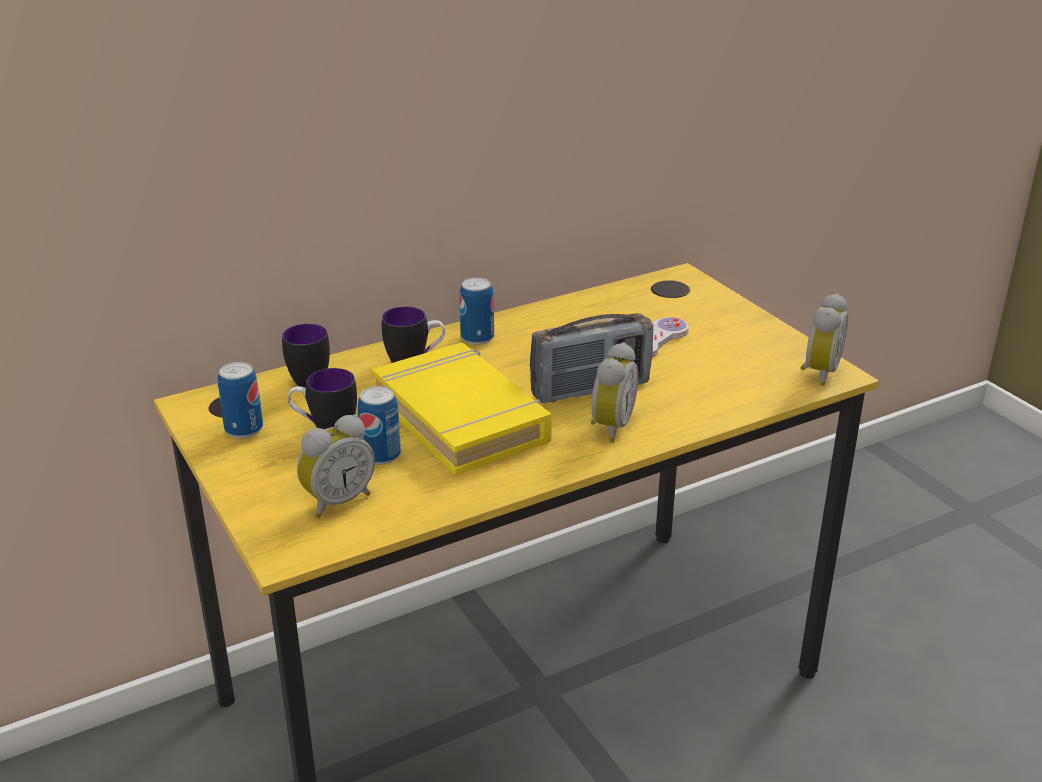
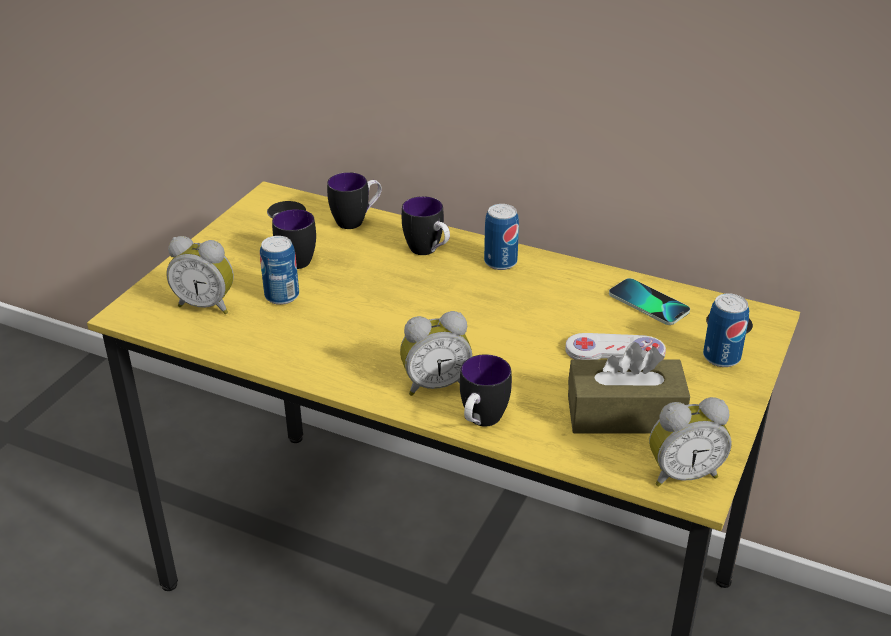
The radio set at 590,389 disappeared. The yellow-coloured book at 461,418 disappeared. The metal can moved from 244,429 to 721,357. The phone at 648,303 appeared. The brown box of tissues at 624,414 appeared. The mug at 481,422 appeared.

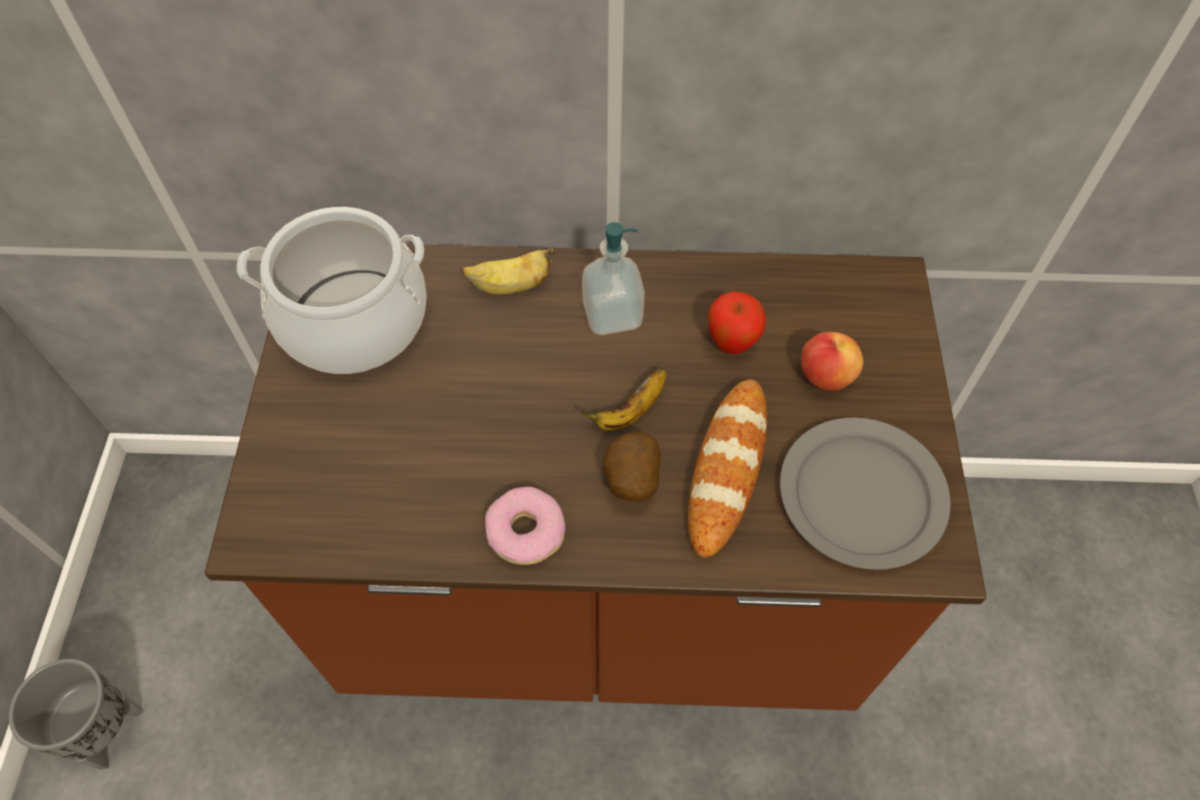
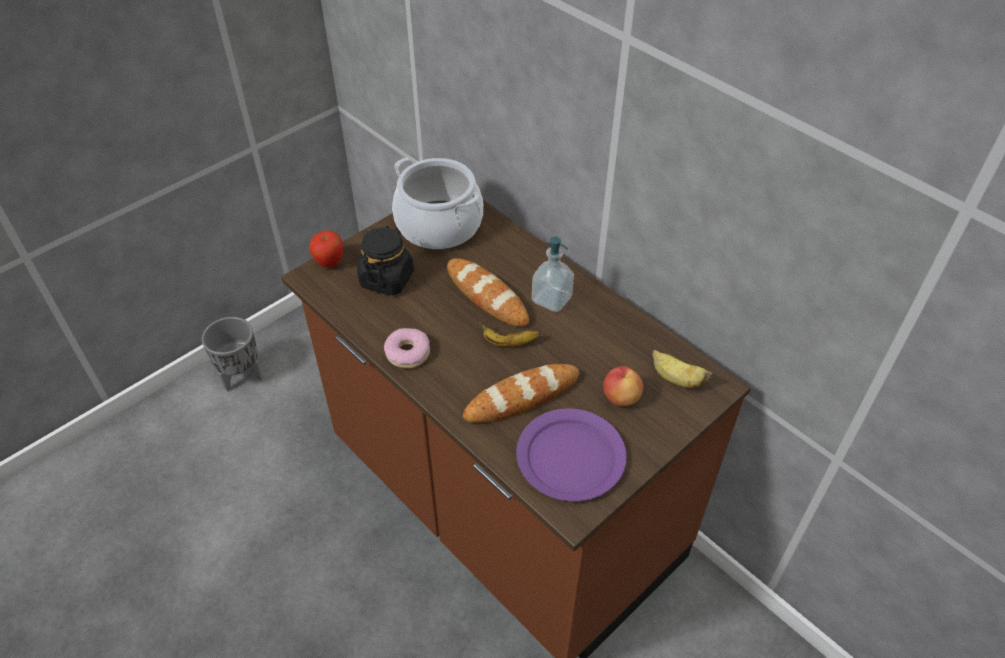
The banana fruit moved from 511,286 to 676,379. The apple fruit moved from 731,343 to 329,263. The greyish dinner plate at 861,494 became the purple-coloured dinner plate at 571,456. The potato at 630,482 disappeared. The blackish storage jar at 387,279 appeared. The bread at 487,296 appeared.

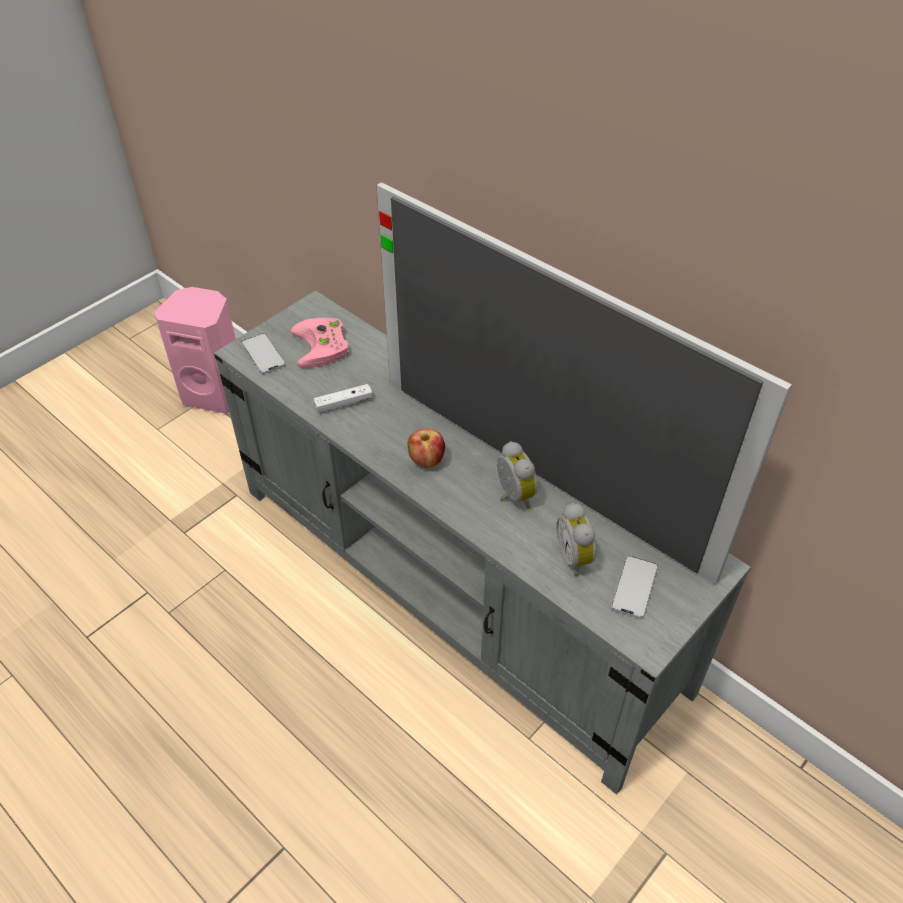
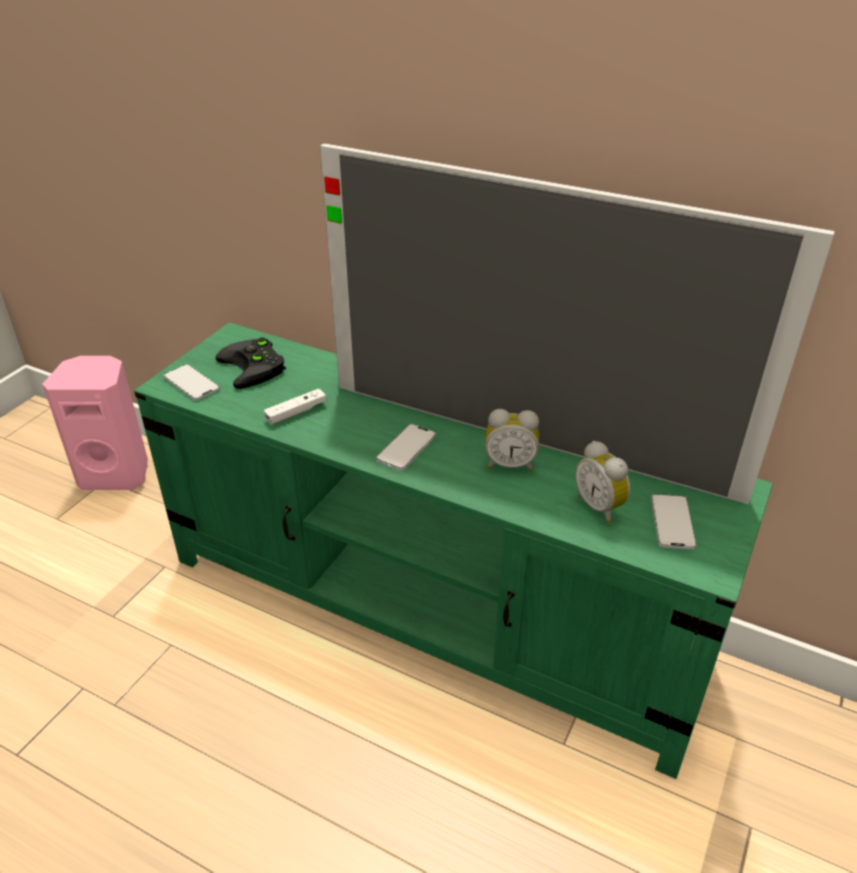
The greyish media console at 455,587 became the green-coloured media console at 432,609. The pink gamepad at 323,347 became the blackish gamepad at 255,367. The apple fruit at 426,460 was replaced by the phone at 406,448. The table clock at 512,496 turned 135 degrees clockwise.

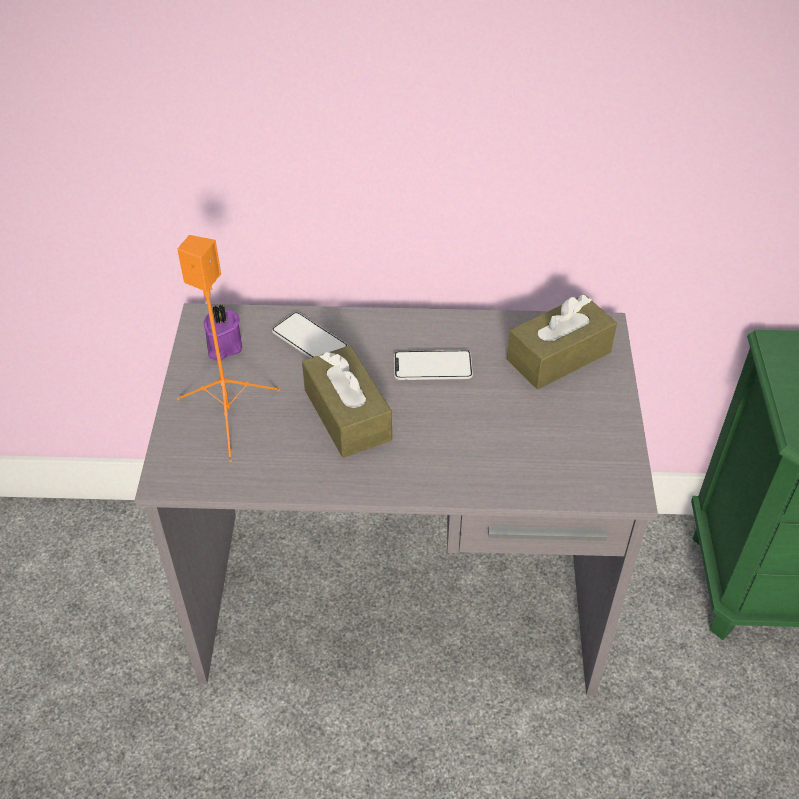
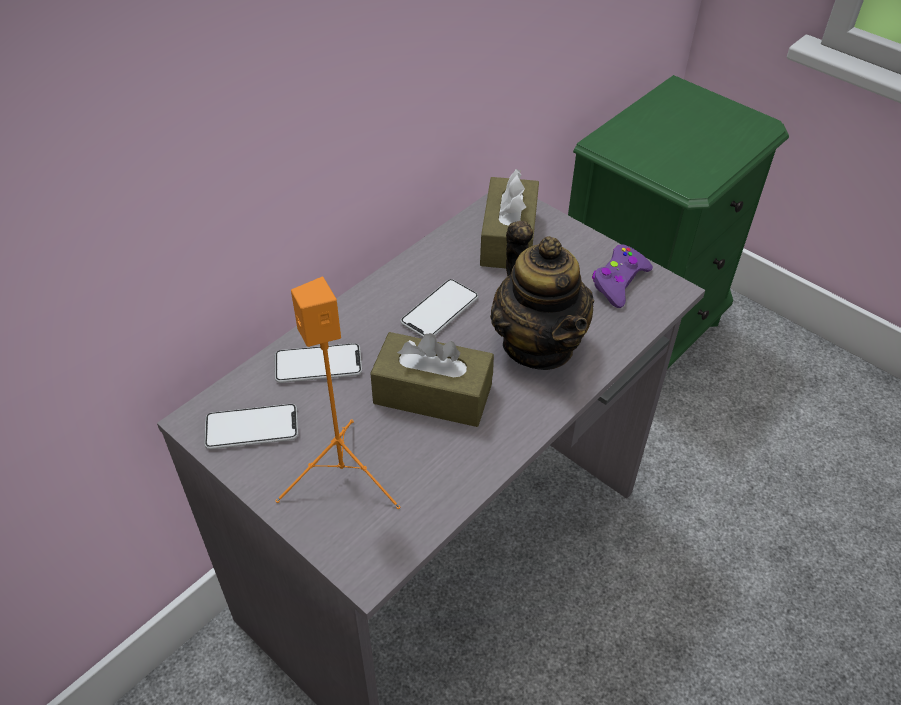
The purple-coloured wax light at 223,346 was replaced by the phone at 252,428. The pot for tea at 538,345 appeared. The purple-coloured gamepad at 619,282 appeared.

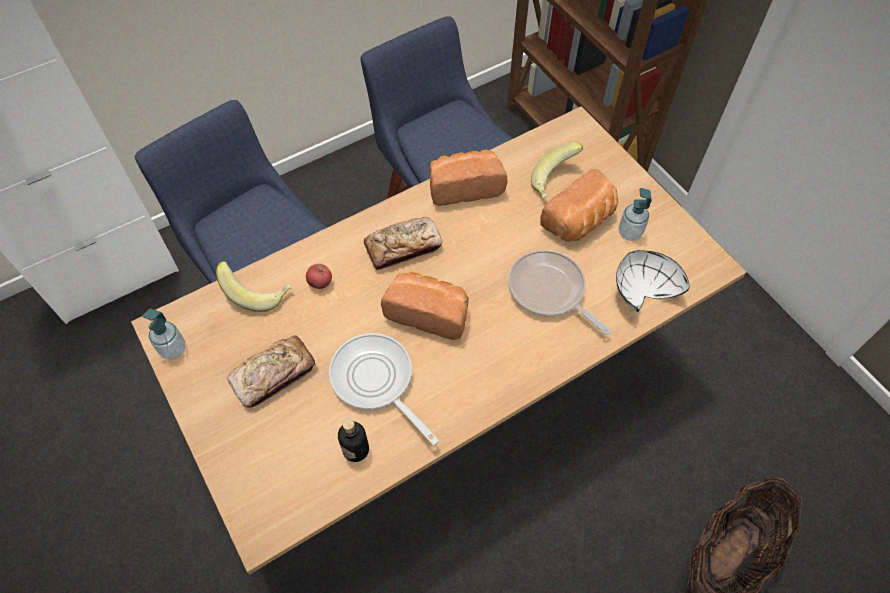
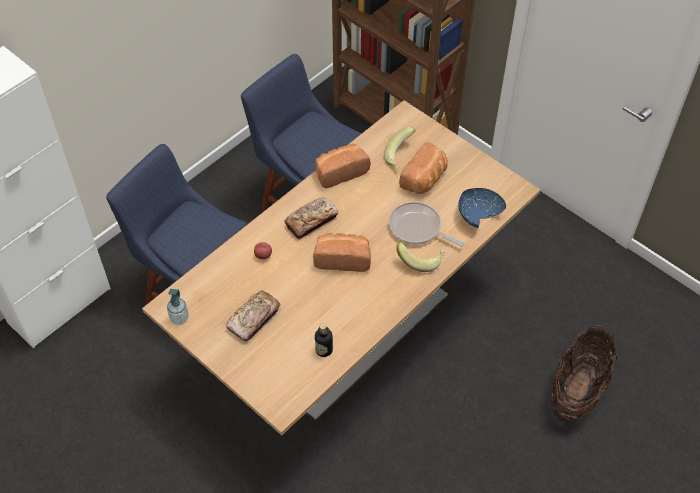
The soap dispenser at 629,233 disappeared. The white-coloured bowl at 640,291 became the bluish bowl at 476,215. The banana fruit moved from 258,292 to 420,260. The pan at 376,381 disappeared.

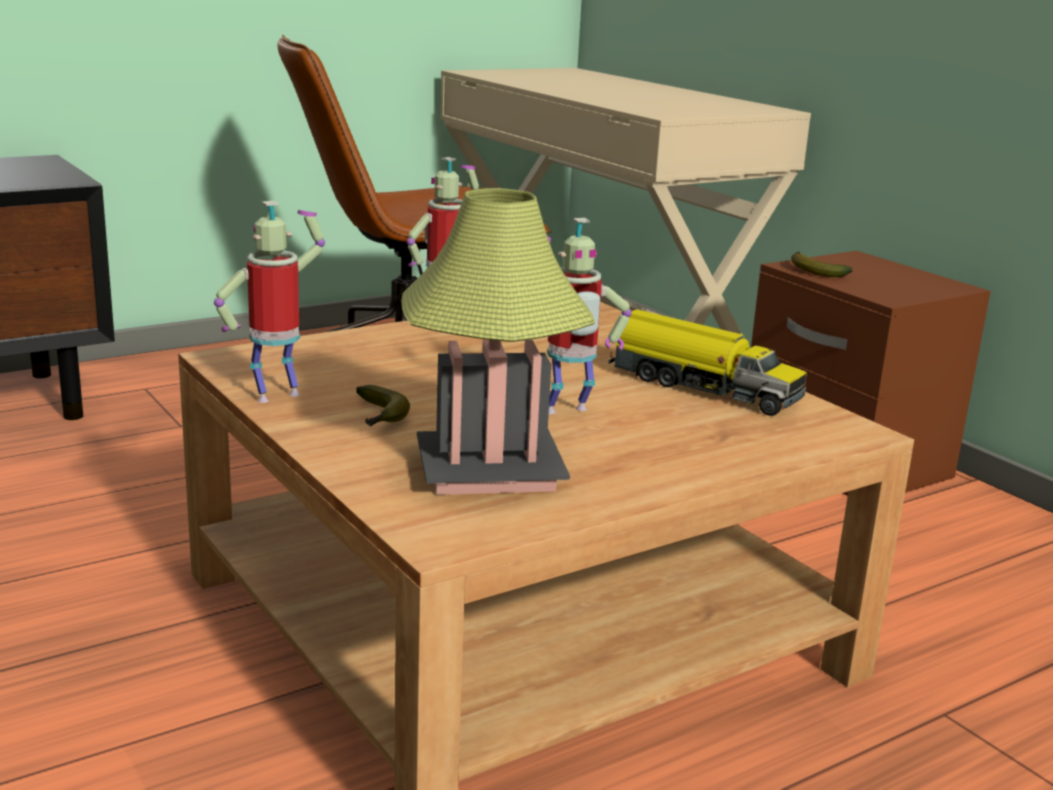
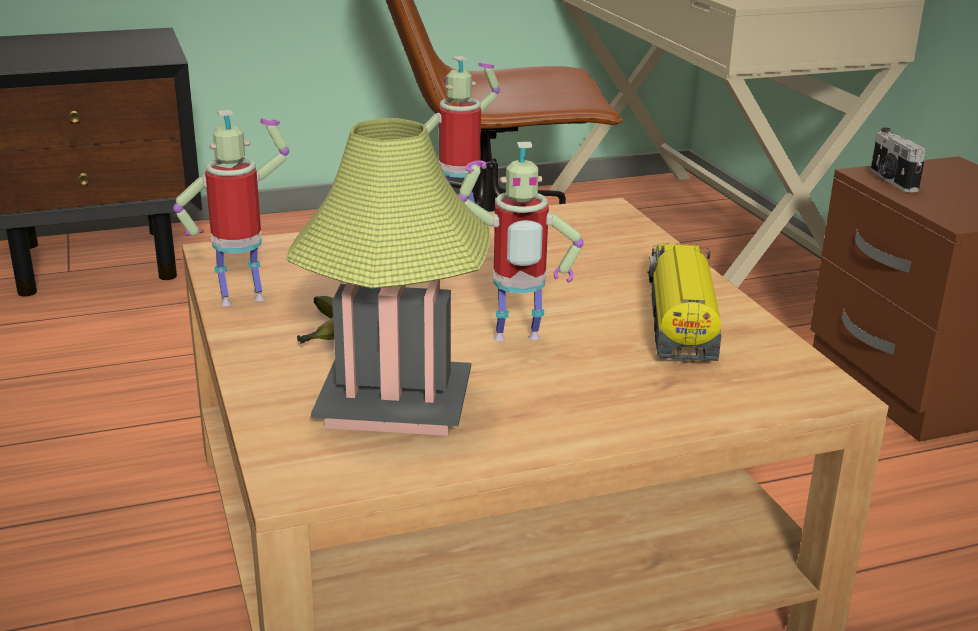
The banana fruit at 814,270 was replaced by the still camera at 891,180. The model truck at 701,387 turned 135 degrees counterclockwise.

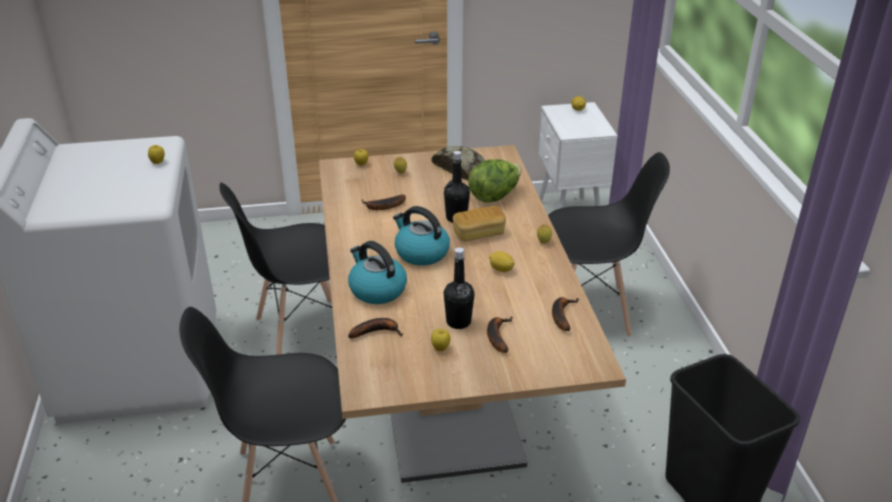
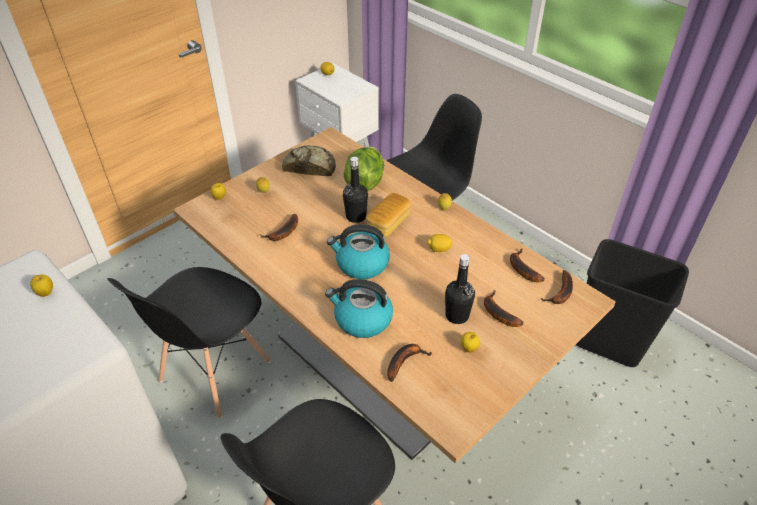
The banana fruit at 561,293 appeared.

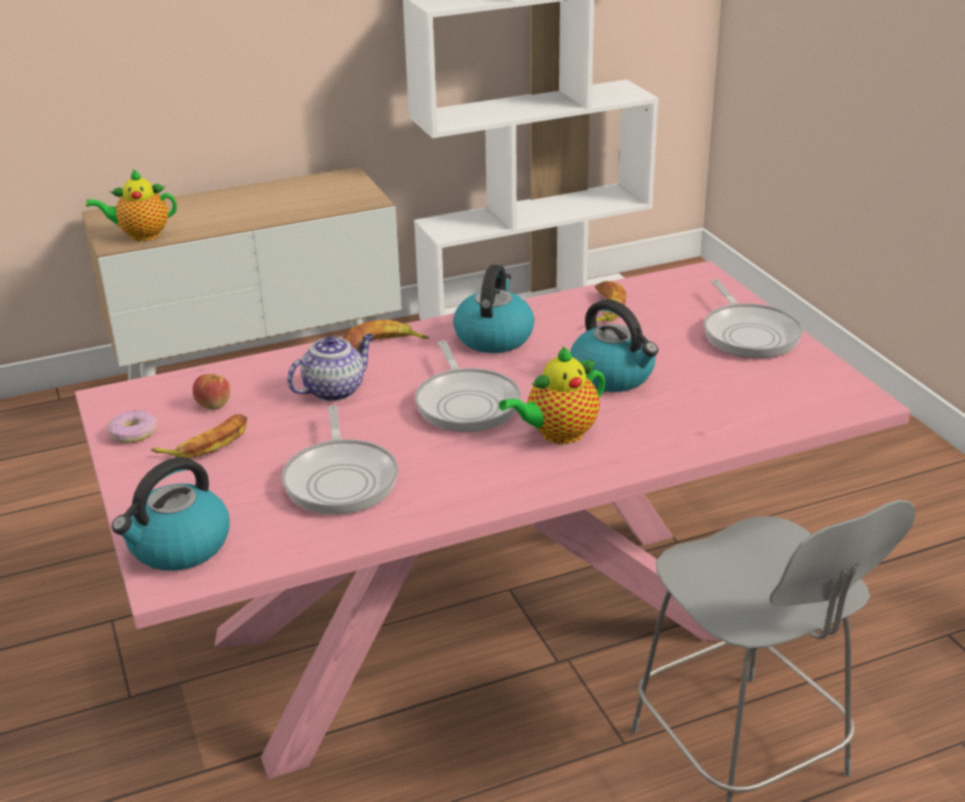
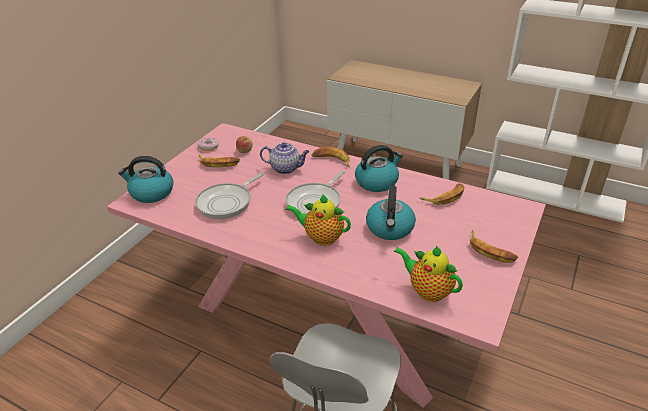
The pot for tea moved from 141,235 to 427,291. The pan at 749,334 was replaced by the banana fruit at 490,251.

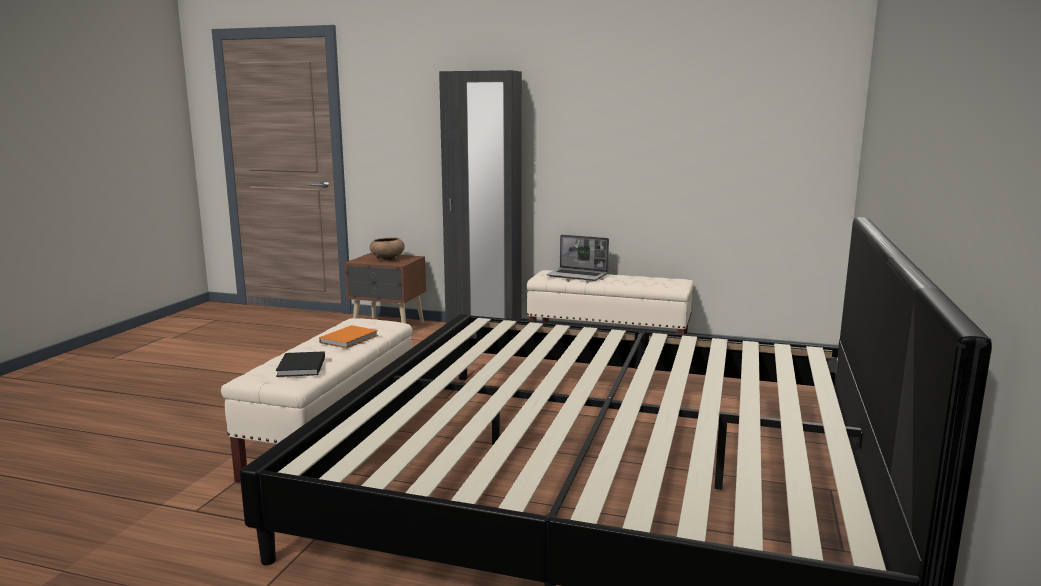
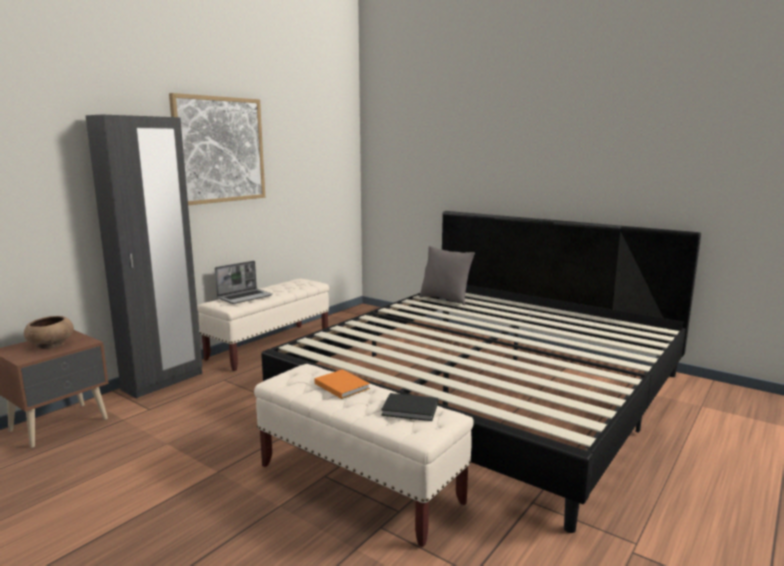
The wall art at 219,150 appeared. The greyish throw pillow at 445,299 appeared.

